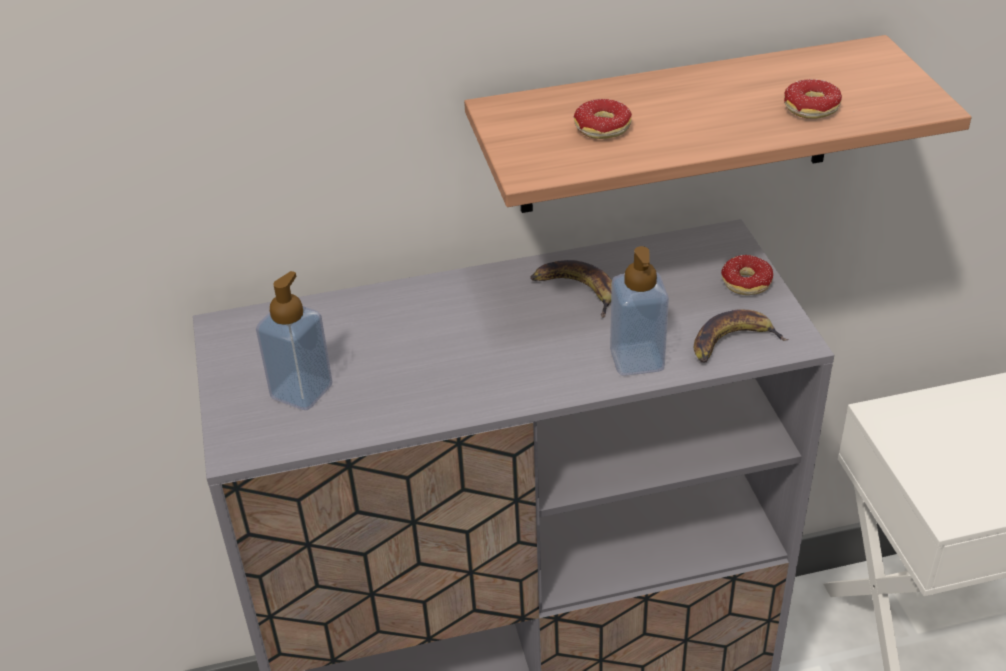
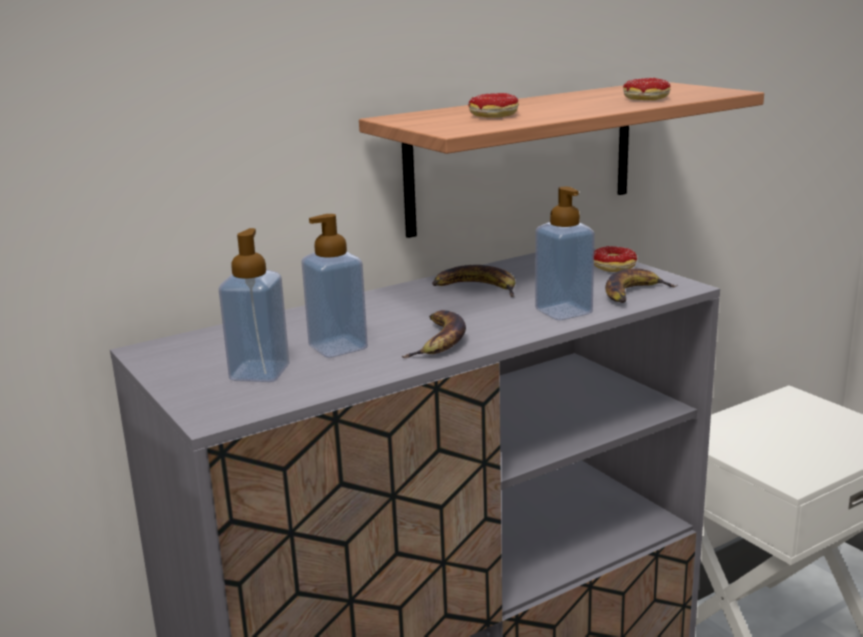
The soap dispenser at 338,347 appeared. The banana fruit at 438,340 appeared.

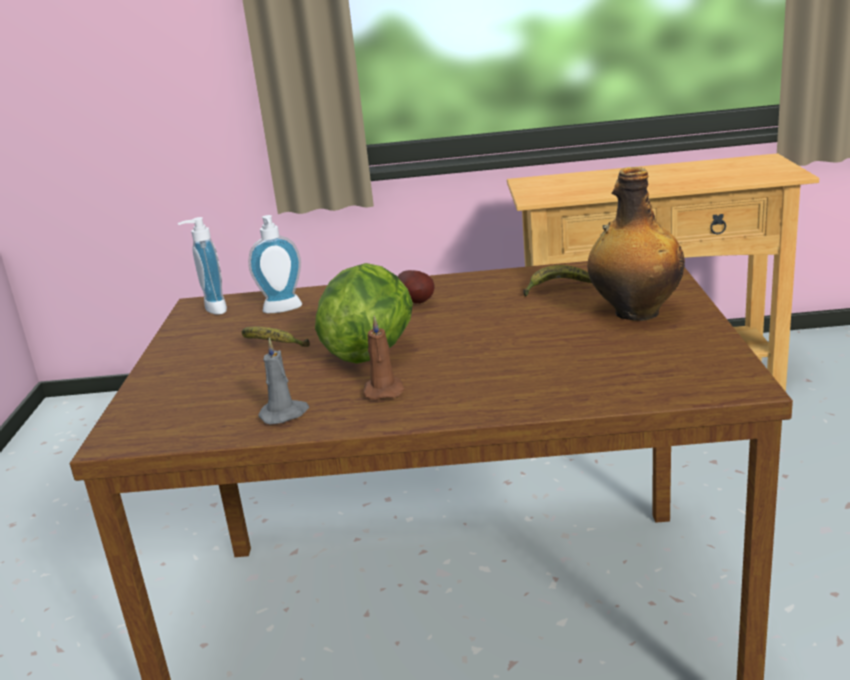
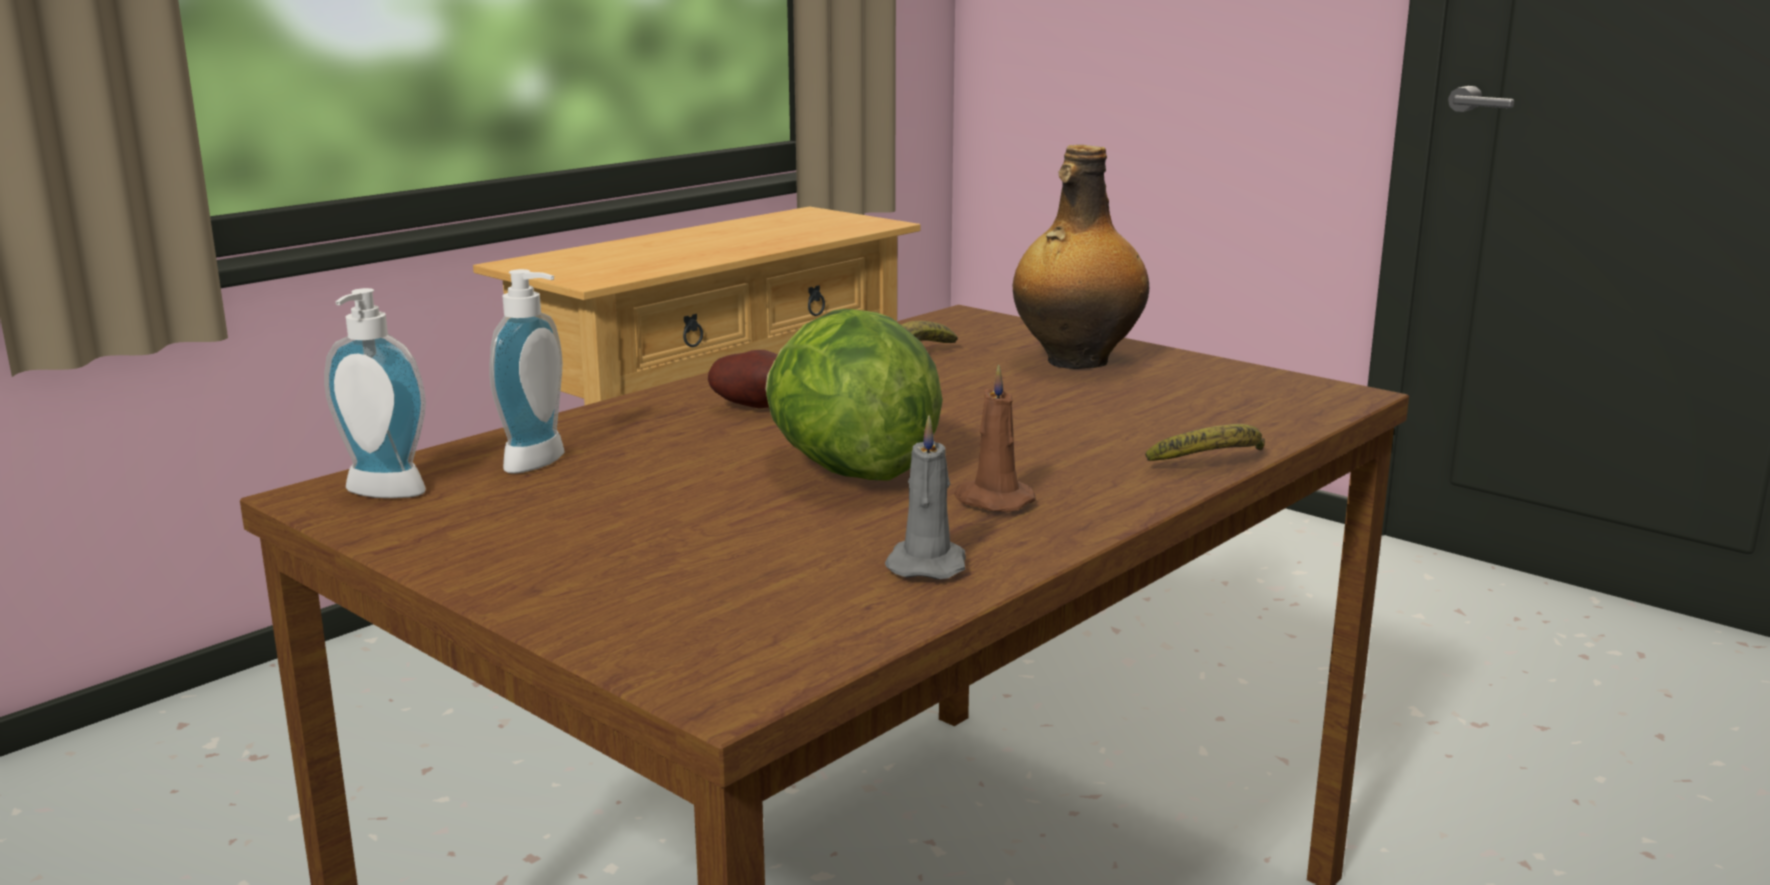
The banana fruit moved from 272,346 to 1214,463.

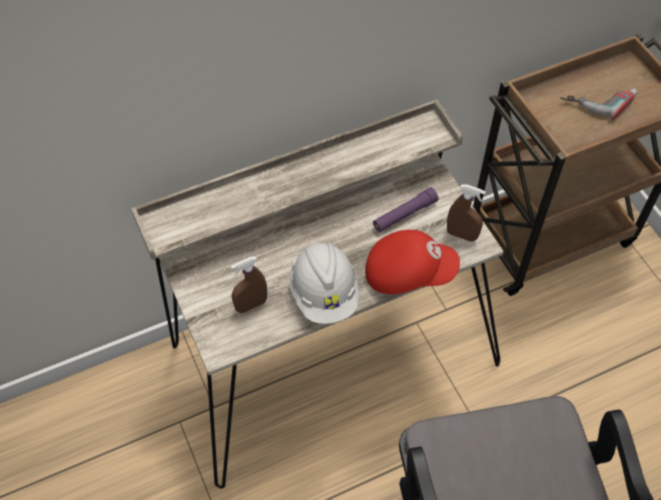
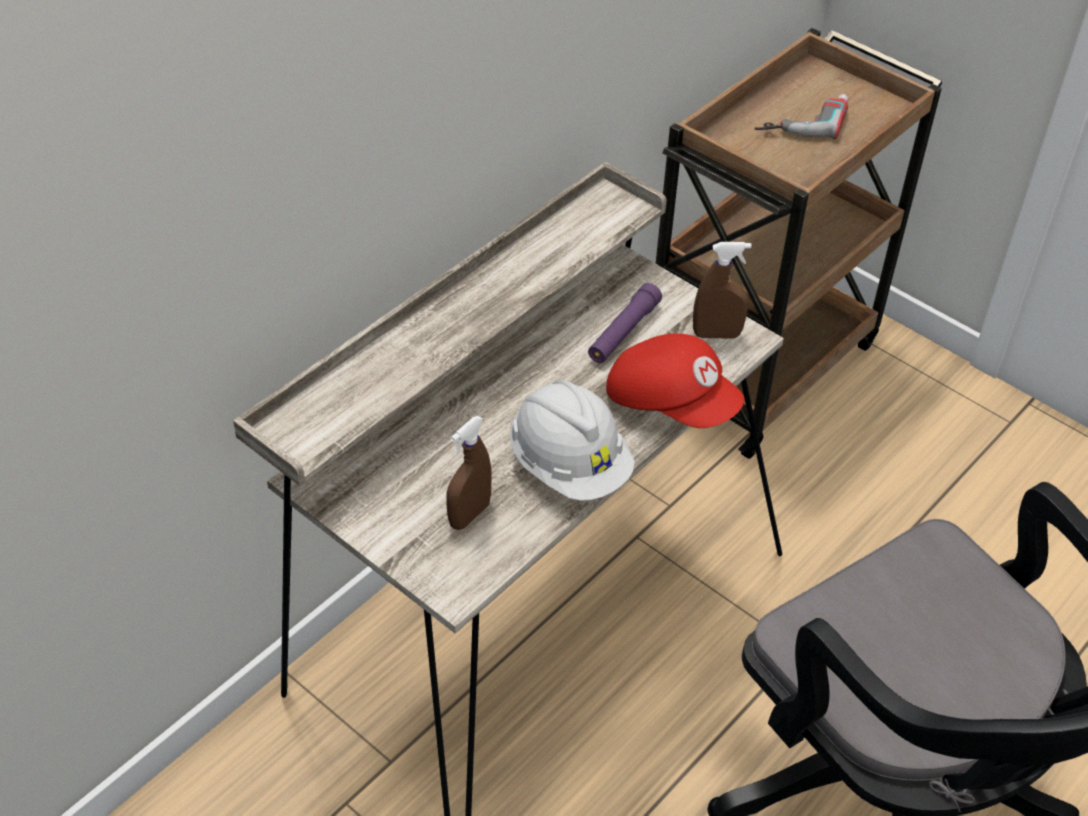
The reddish peaked cap at 408,272 turned 60 degrees clockwise.

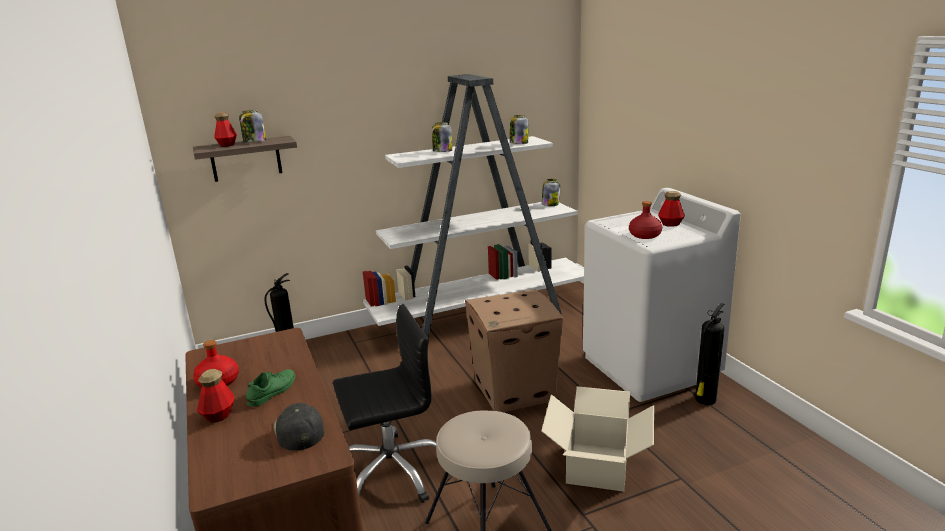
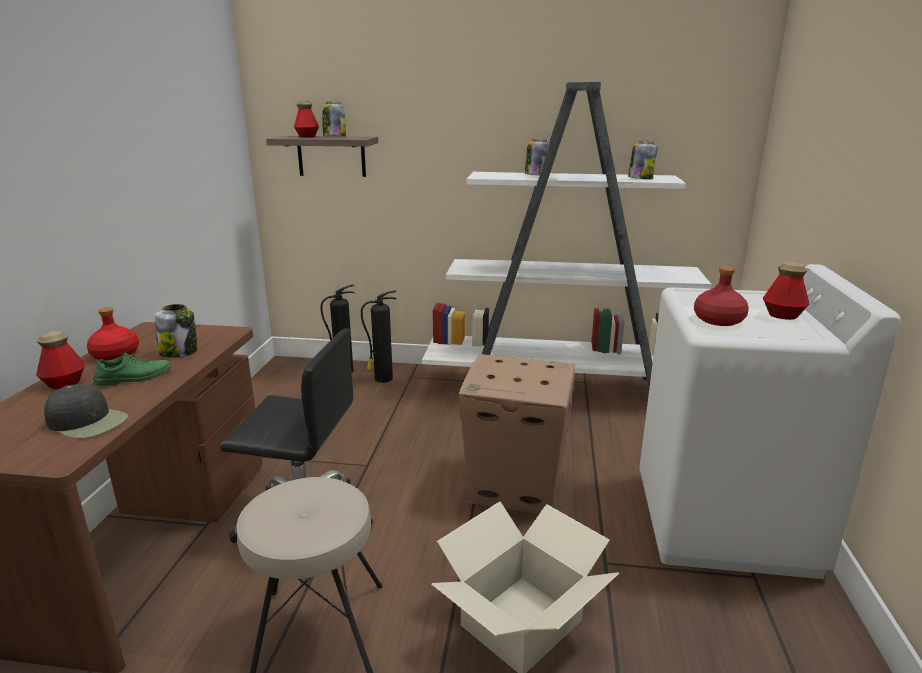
The storage jar moved from 550,204 to 179,352. The extinguisher moved from 704,400 to 382,379. The blackish peaked cap at 299,429 turned 105 degrees clockwise.

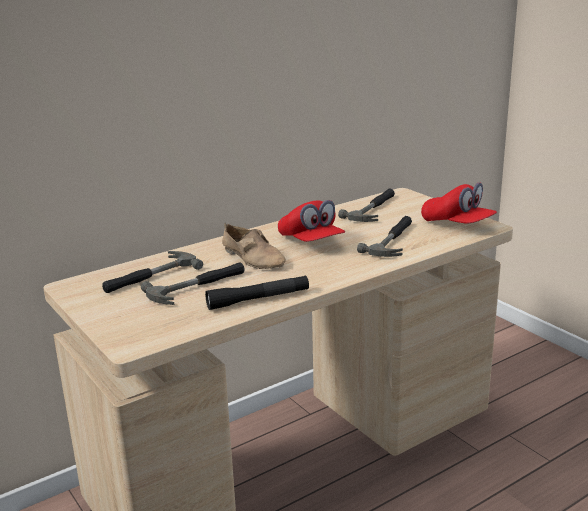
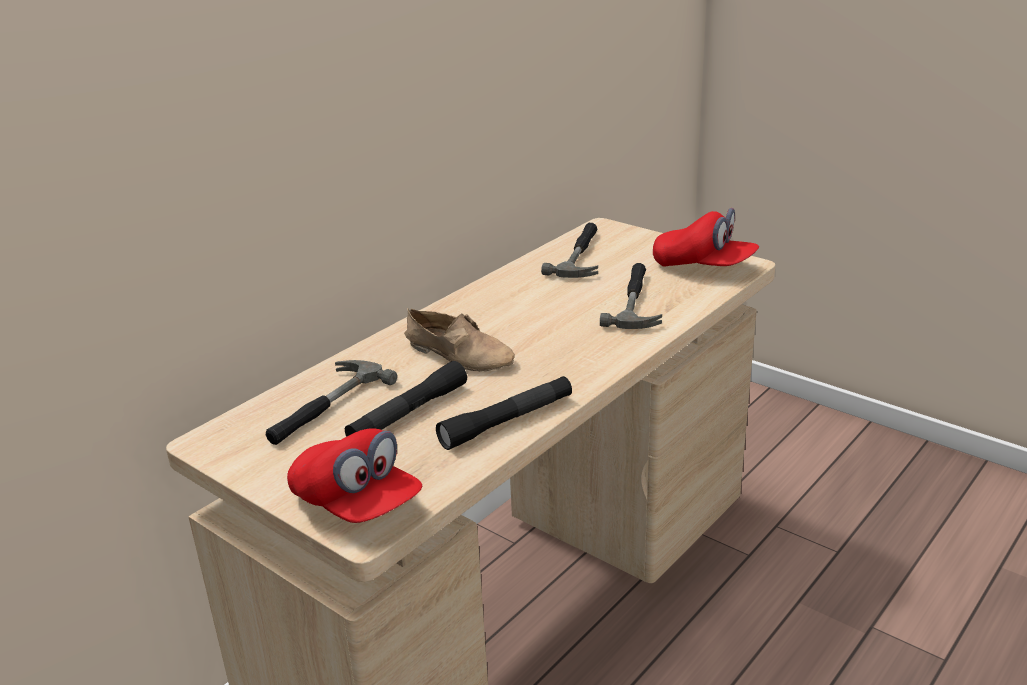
The reddish peaked cap moved from 311,242 to 357,504. The hammer at 198,287 was replaced by the blackish hand torch at 408,414.

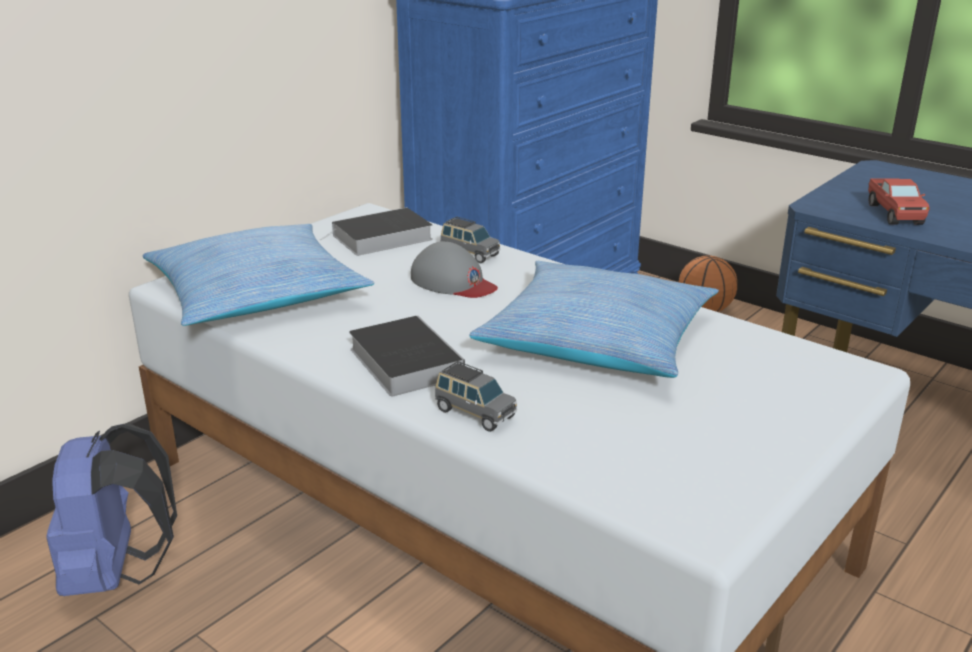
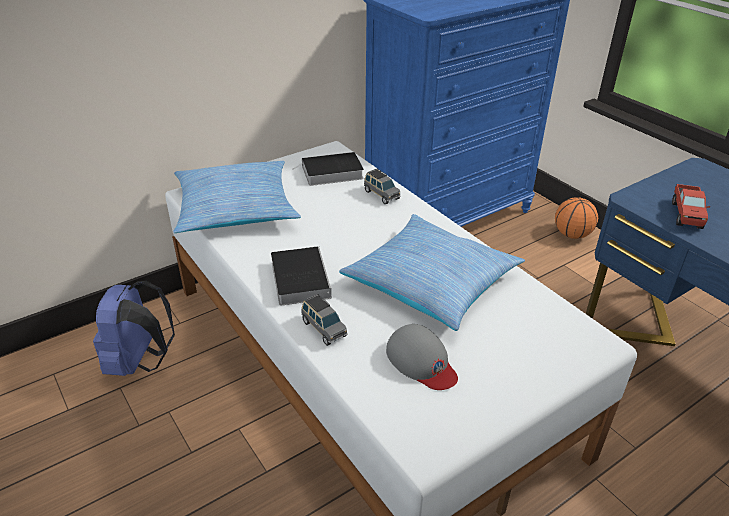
The greyish peaked cap moved from 453,282 to 421,361.

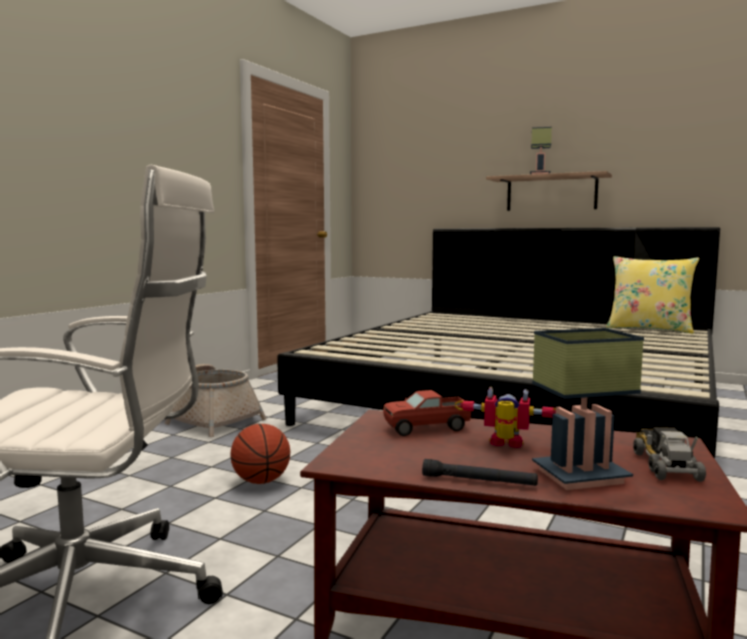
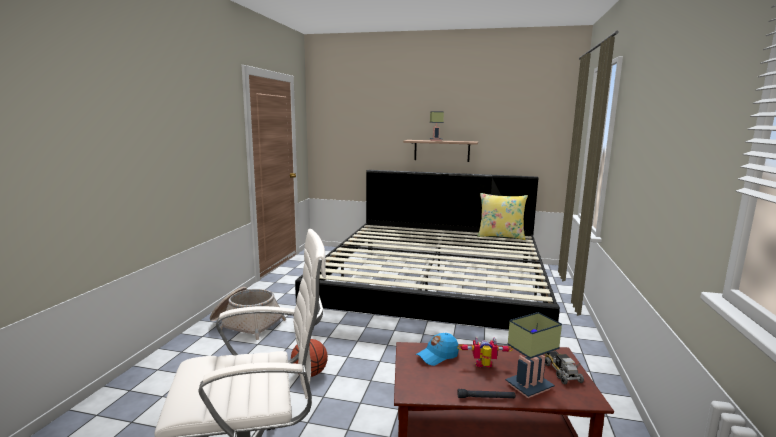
The model truck at 427,428 was replaced by the bluish peaked cap at 437,356.

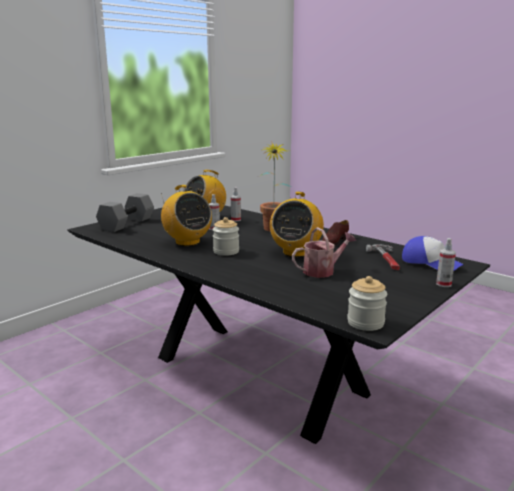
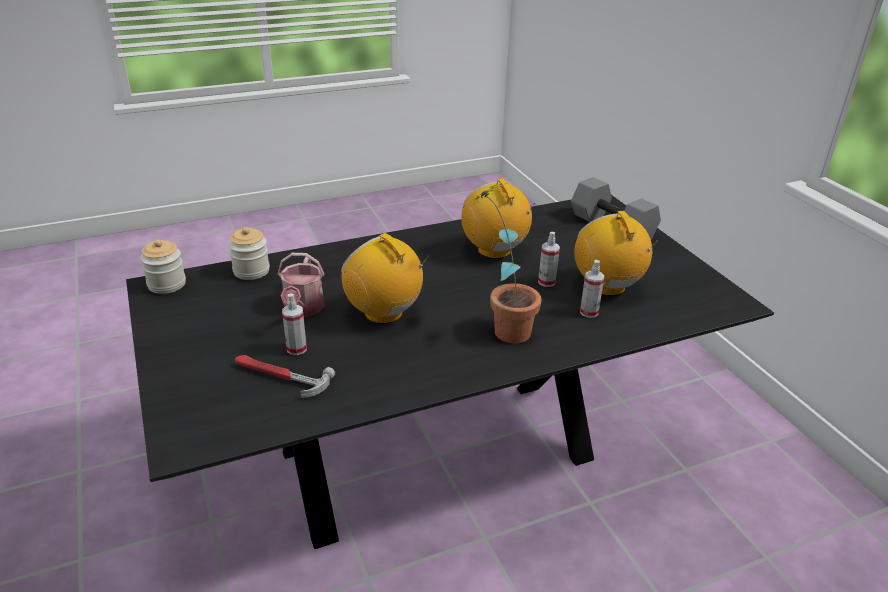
The radio set at 187,242 turned 75 degrees clockwise. The storage jar moved from 226,251 to 251,271. The brown shoe at 334,241 disappeared. The peaked cap at 430,263 disappeared. The spray bottle moved from 443,284 to 296,349.

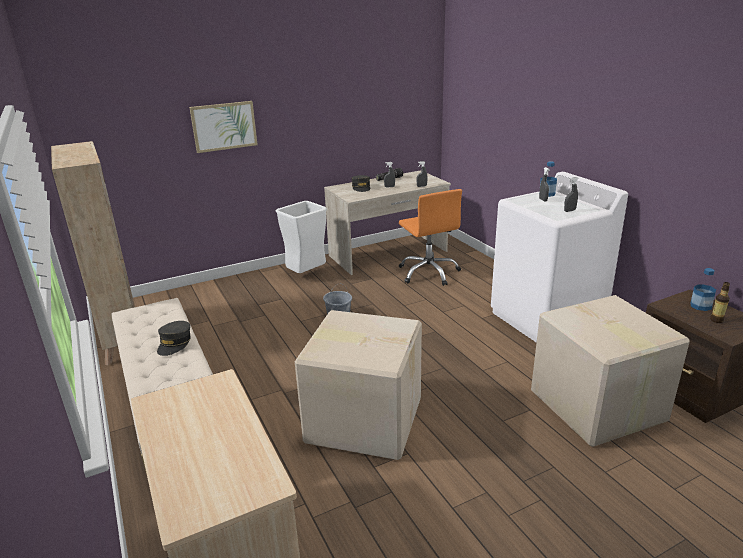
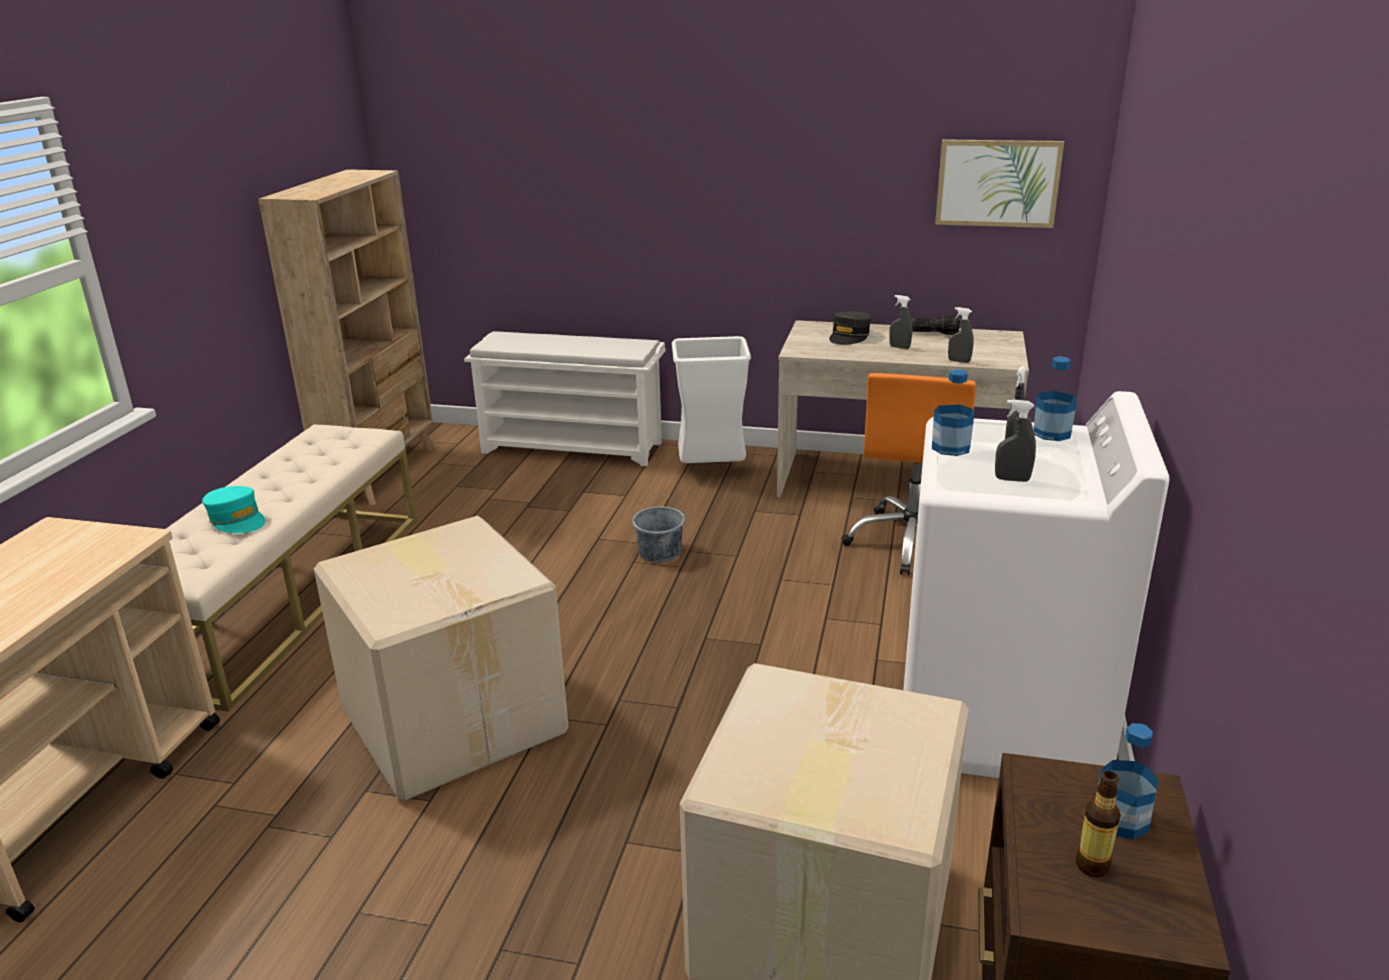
The wall art moved from 224,126 to 997,183. The greyish peaked cap at 174,343 disappeared. The white-coloured shoe stand at 574,447 appeared. The drink bottle at 950,447 appeared. The turquoise peaked cap at 237,520 appeared.

